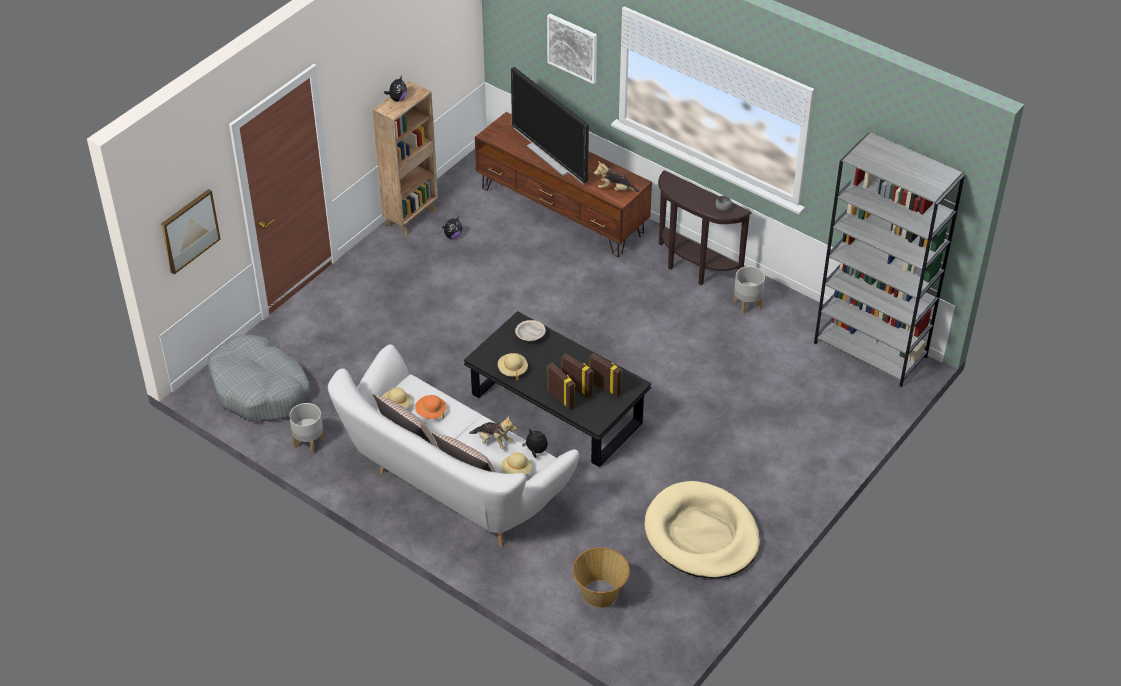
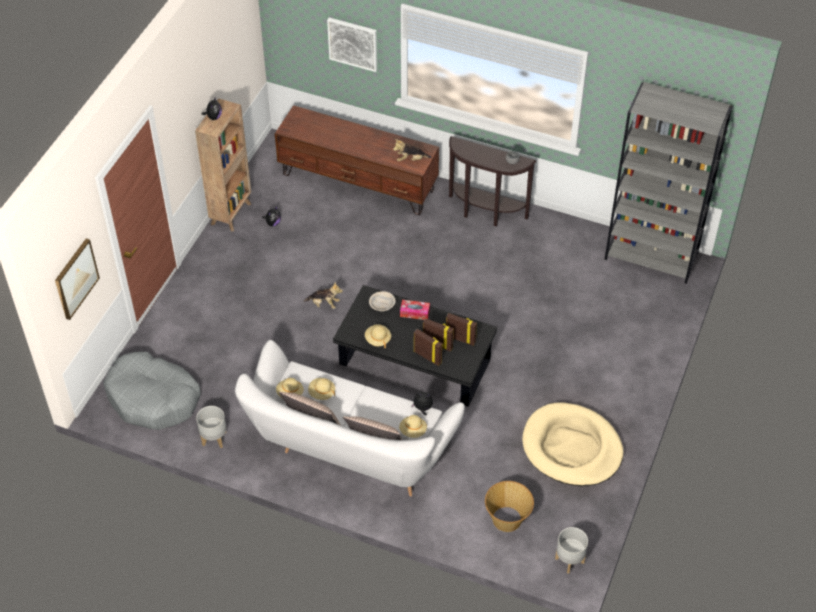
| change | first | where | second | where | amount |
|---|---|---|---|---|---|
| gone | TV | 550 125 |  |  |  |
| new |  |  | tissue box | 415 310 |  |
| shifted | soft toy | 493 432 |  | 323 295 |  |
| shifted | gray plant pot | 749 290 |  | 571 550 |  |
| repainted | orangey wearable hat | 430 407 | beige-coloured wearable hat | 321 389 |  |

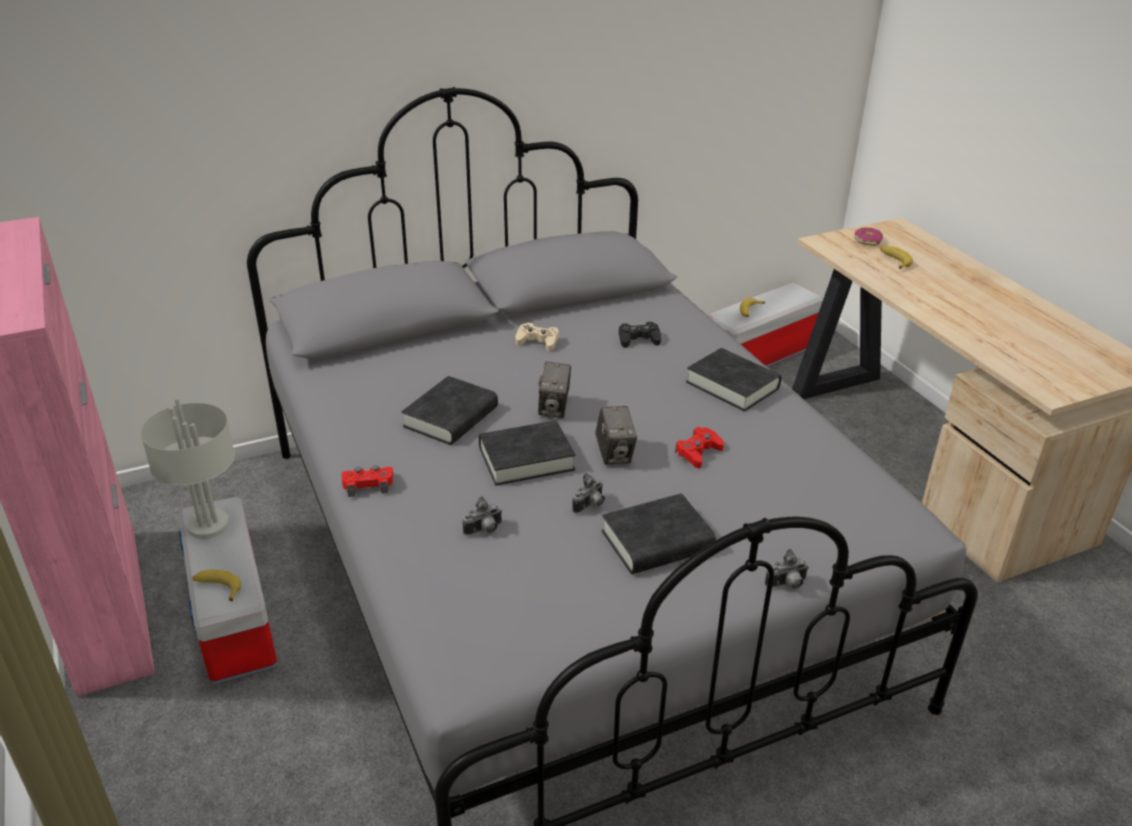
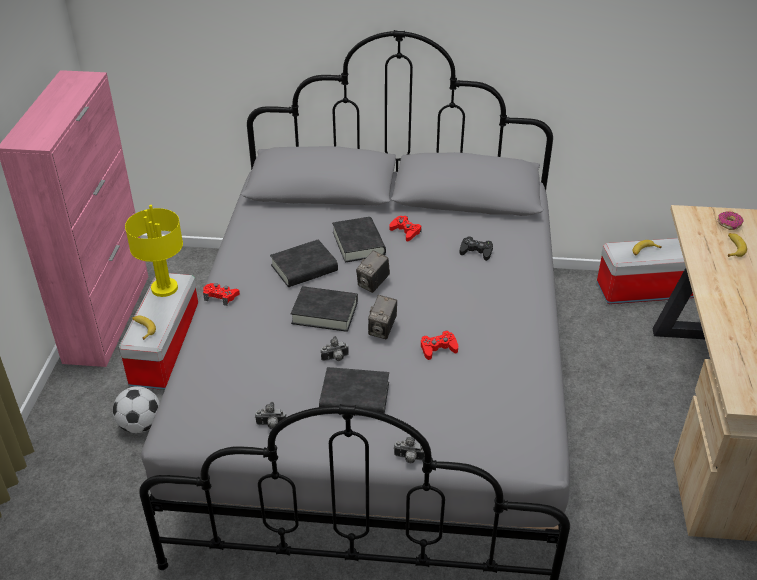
| change | first | where | second | where | amount |
|---|---|---|---|---|---|
| new |  |  | football ball | 136 409 |  |
| shifted | photo camera | 482 516 |  | 270 415 |  |
| shifted | black bound book | 733 379 |  | 359 240 |  |
| repainted | gray table lamp | 187 468 | yellowish table lamp | 154 251 |  |
| repainted | beige-coloured game controller | 537 337 | reddish game controller | 405 228 |  |

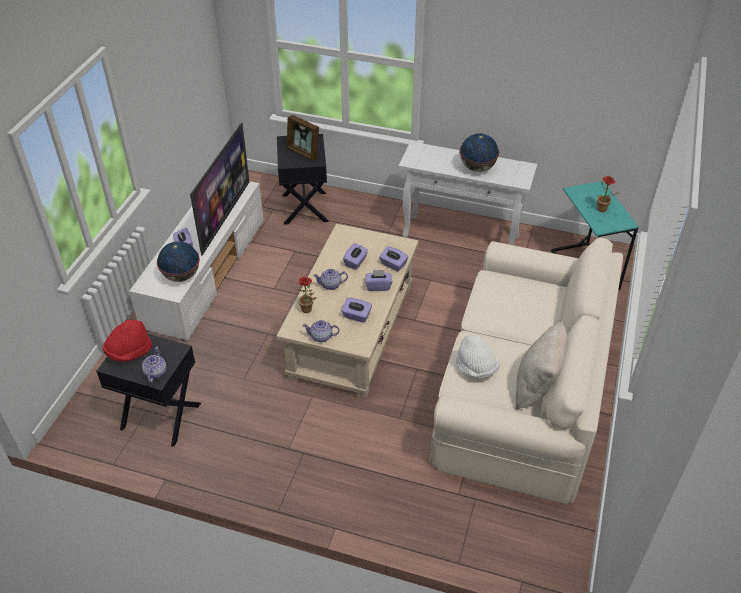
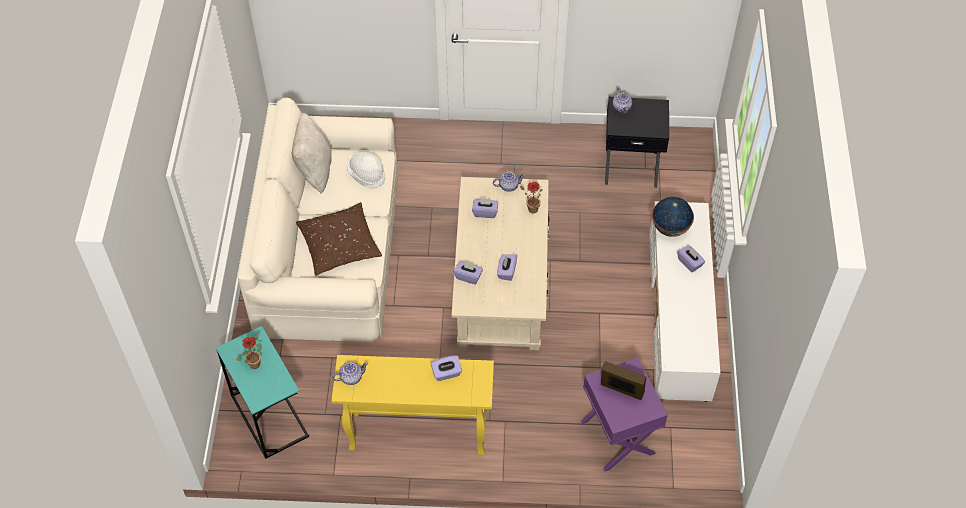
| change | first | where | second | where | amount |
|---|---|---|---|---|---|
| gone | reddish wearable hat | 127 340 |  |  |  |
| gone | TV | 219 189 |  |  |  |
| gone | globe | 479 152 |  |  |  |
| new |  |  | brownish pillow | 339 239 |  |
| shifted | teapot | 330 279 |  | 350 373 |  |
| shifted | purple-coloured tissue box | 378 280 |  | 446 368 |  |
| repainted | black end table | 303 179 | purple-coloured end table | 624 415 |  |
| repainted | whitish narrow table | 467 193 | yellowish narrow table | 413 405 |  |

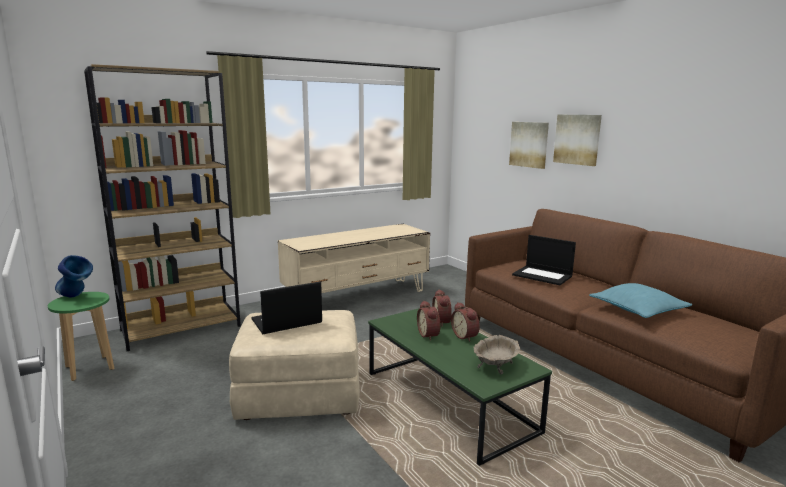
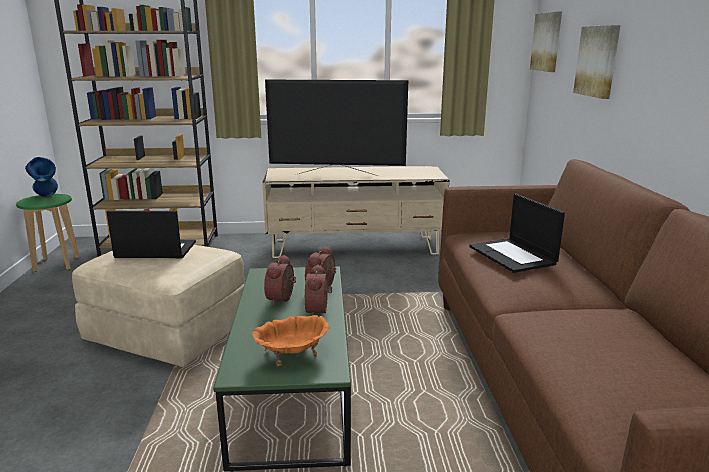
| change | first | where | second | where | amount |
|---|---|---|---|---|---|
| gone | blue-green pillow | 640 300 |  |  |  |
| new |  |  | TV | 336 128 |  |
| shifted | picture | 577 140 |  | 546 42 |  |
| repainted | beige-coloured serving bowl | 497 355 | orangey serving bowl | 291 340 |  |

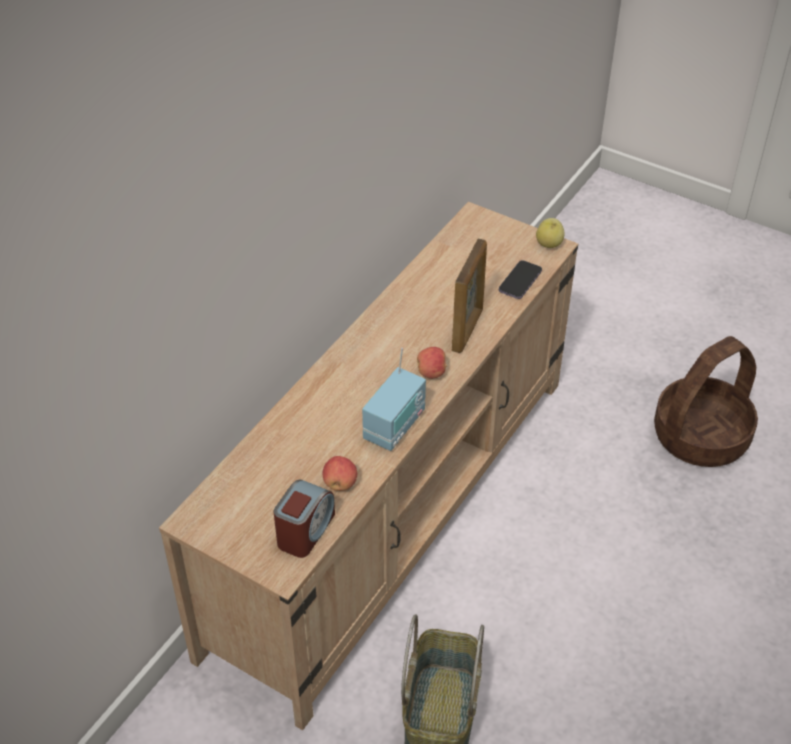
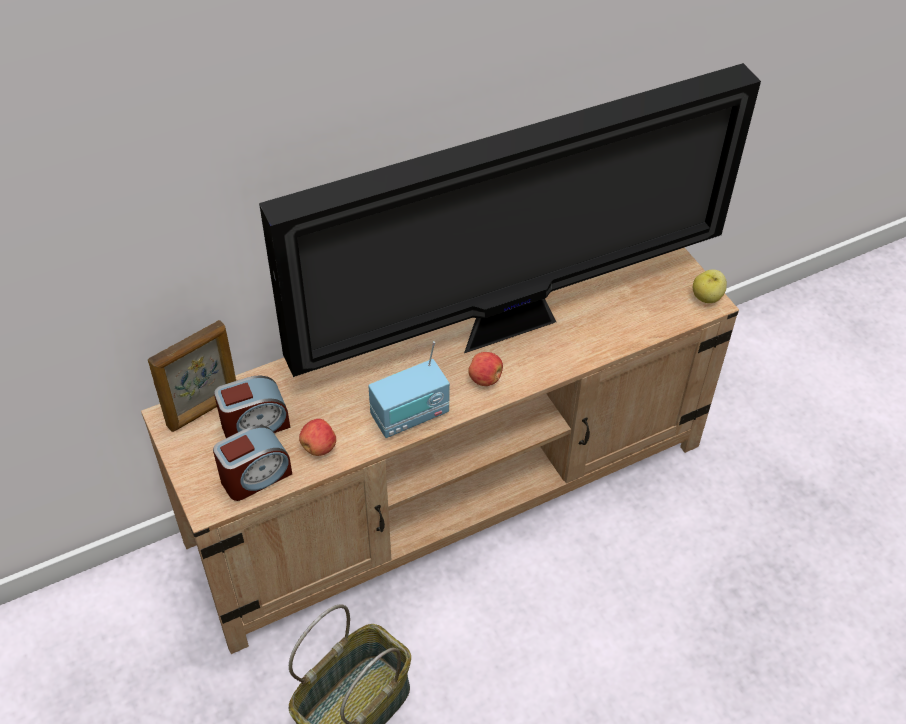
| change | first | where | second | where | amount |
|---|---|---|---|---|---|
| gone | phone | 520 279 |  |  |  |
| gone | household basket | 706 401 |  |  |  |
| new |  |  | table clock | 252 407 |  |
| new |  |  | TV | 510 220 |  |
| shifted | photo frame | 469 296 |  | 192 376 |  |

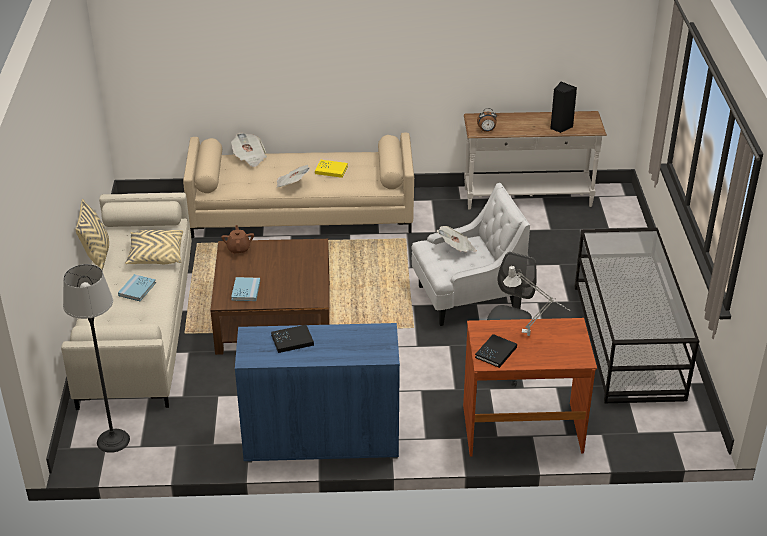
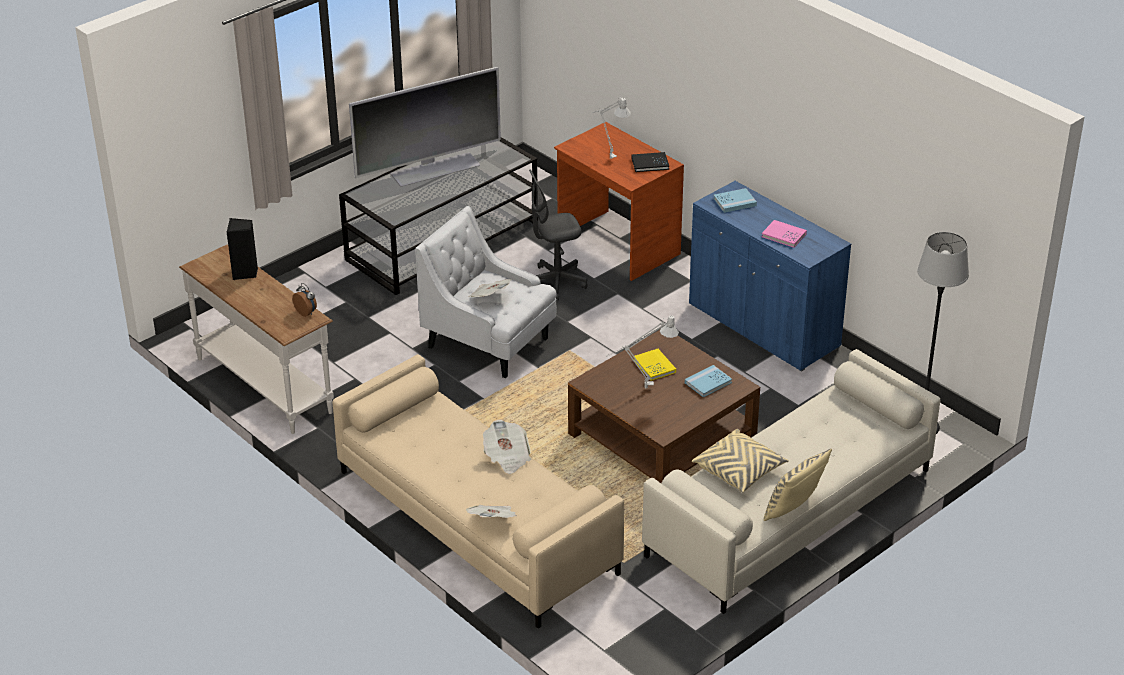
| change | first | where | second | where | amount |
|---|---|---|---|---|---|
| gone | brownish teapot | 237 239 |  |  |  |
| new |  |  | TV | 425 127 |  |
| new |  |  | gray table lamp | 642 352 |  |
| shifted | blue bound book | 137 287 |  | 735 200 |  |
| shifted | yellowish bound book | 331 169 |  | 654 365 |  |
| repainted | black bound book | 292 339 | pink bound book | 784 234 |  |

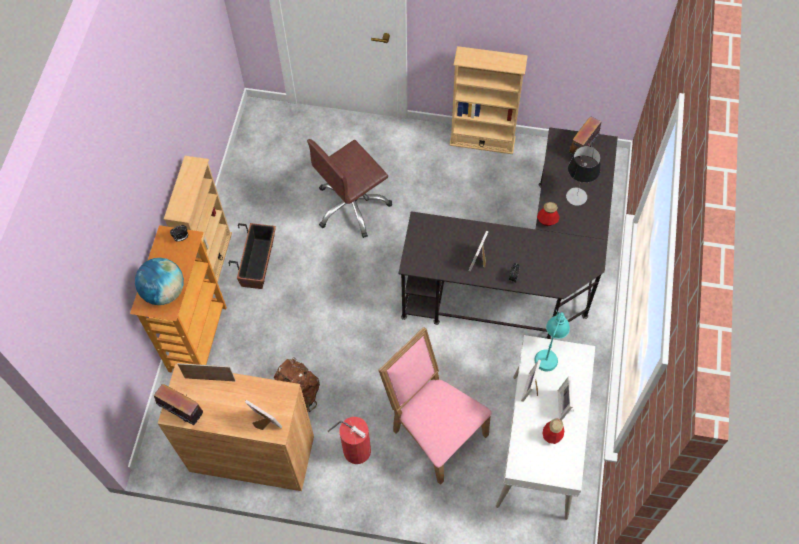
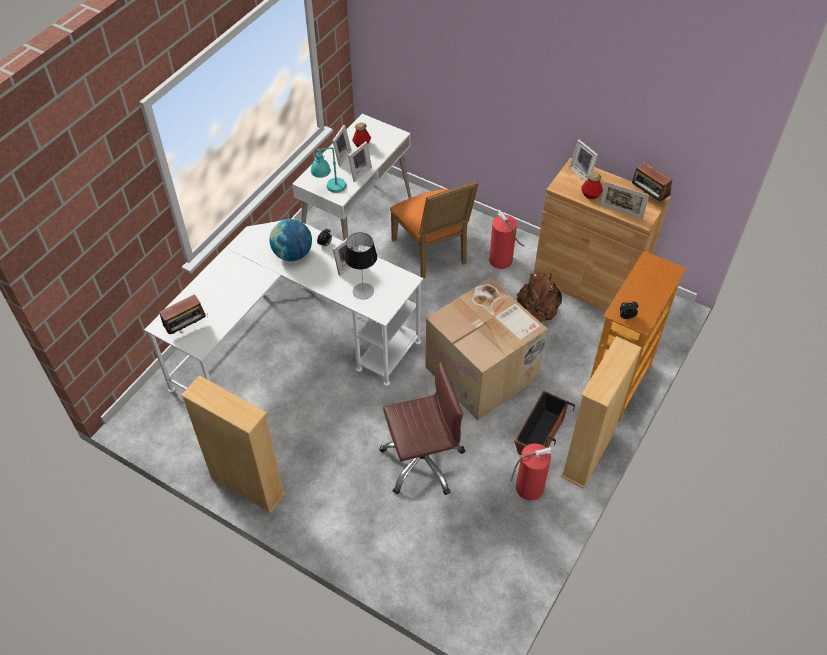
| change | first | where | second | where | amount |
|---|---|---|---|---|---|
| new |  |  | cardboard box | 486 349 |  |
| new |  |  | fire-fighting cylinder | 531 472 |  |
| shifted | globe | 159 281 |  | 290 240 |  |
| shifted | bottle | 548 214 |  | 592 185 |  |
| shifted | table lamp | 583 176 |  | 360 265 |  |
| repainted | pink plain chair | 435 406 | orangey plain chair | 434 229 |  |
| repainted | black desk unit | 508 233 | whitish desk unit | 284 305 |  |

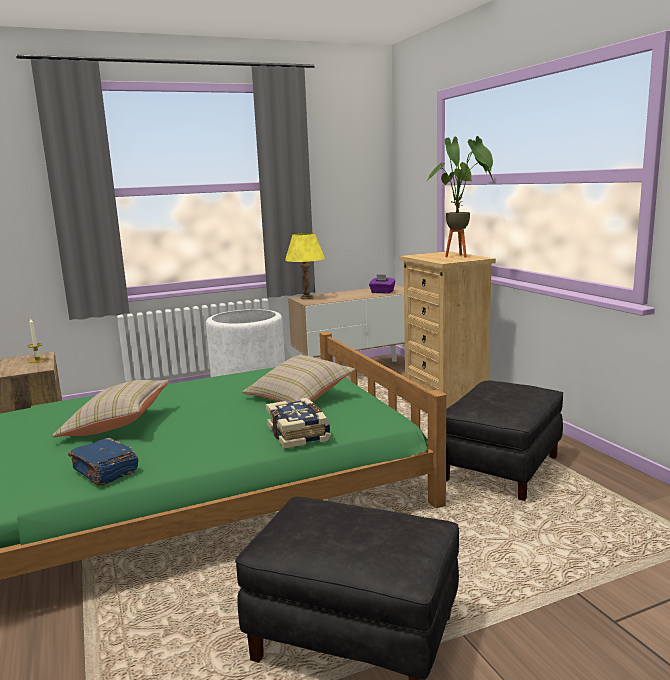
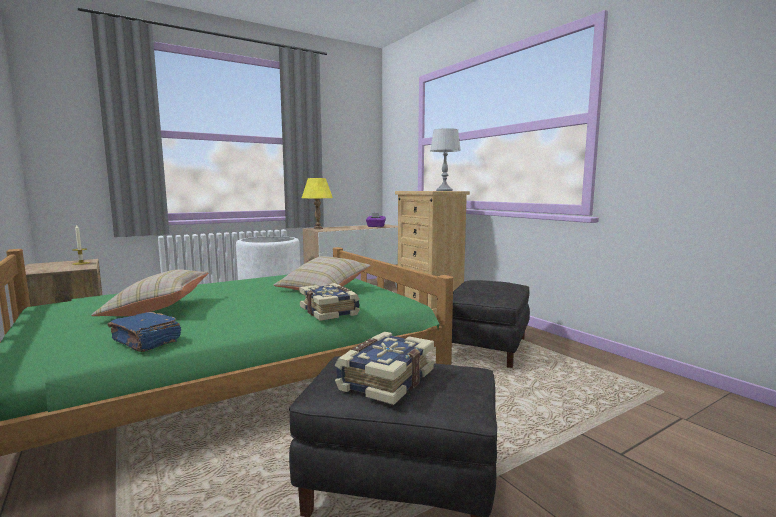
| change | first | where | second | where | amount |
|---|---|---|---|---|---|
| new |  |  | bound book | 384 368 |  |
| swapped | houseplant | 460 197 | gray table lamp | 445 159 |  |

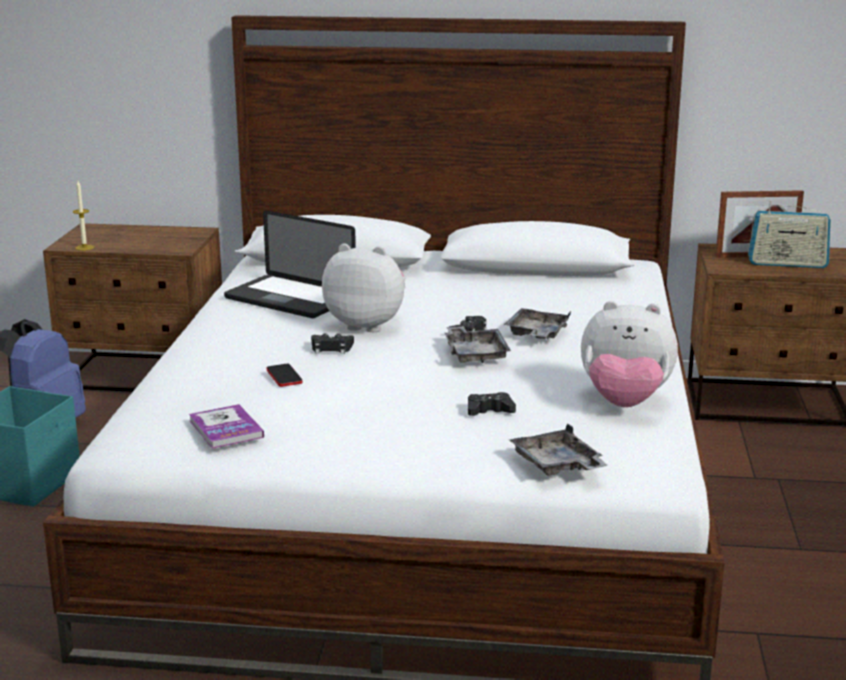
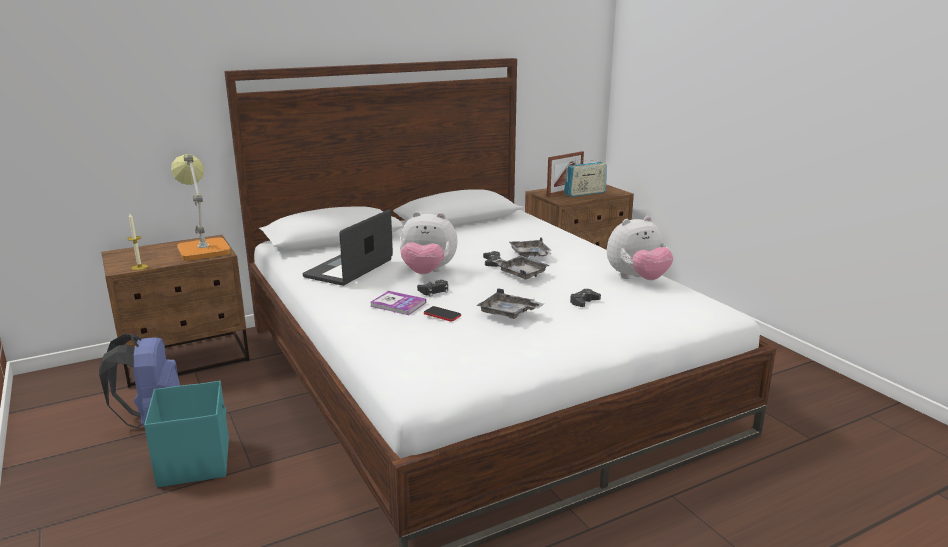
| change | first | where | second | where | amount |
|---|---|---|---|---|---|
| new |  |  | table lamp | 201 207 |  |
| shifted | bound book | 226 426 |  | 398 303 |  |
| shifted | gray carrying tray | 558 449 |  | 510 303 |  |
| rotated | notebook computer | 290 264 |  | 348 247 | 120 degrees clockwise |
| rotated | soft toy | 364 287 |  | 429 242 | 150 degrees counterclockwise |

